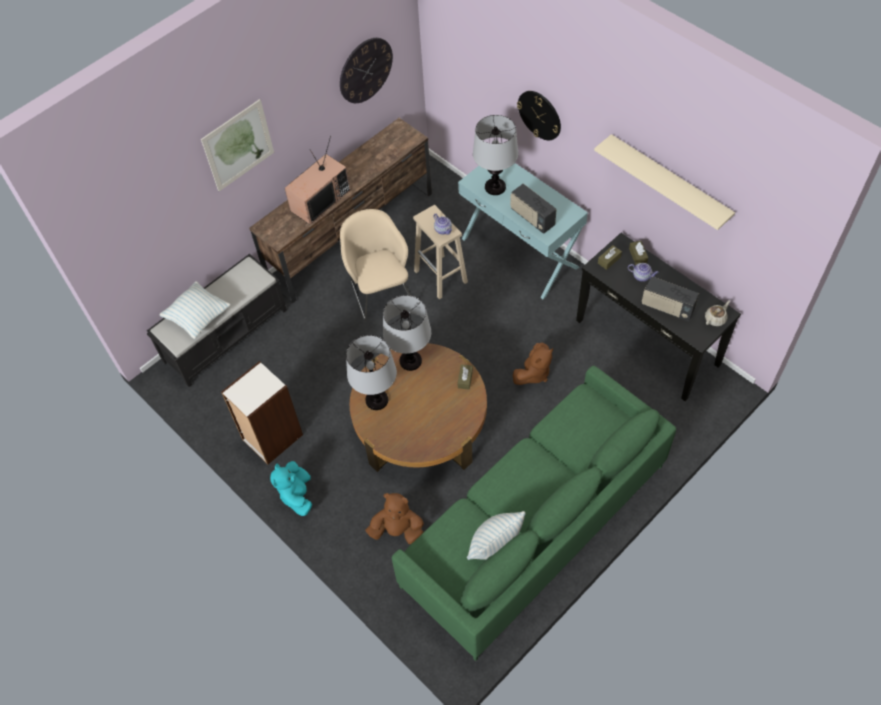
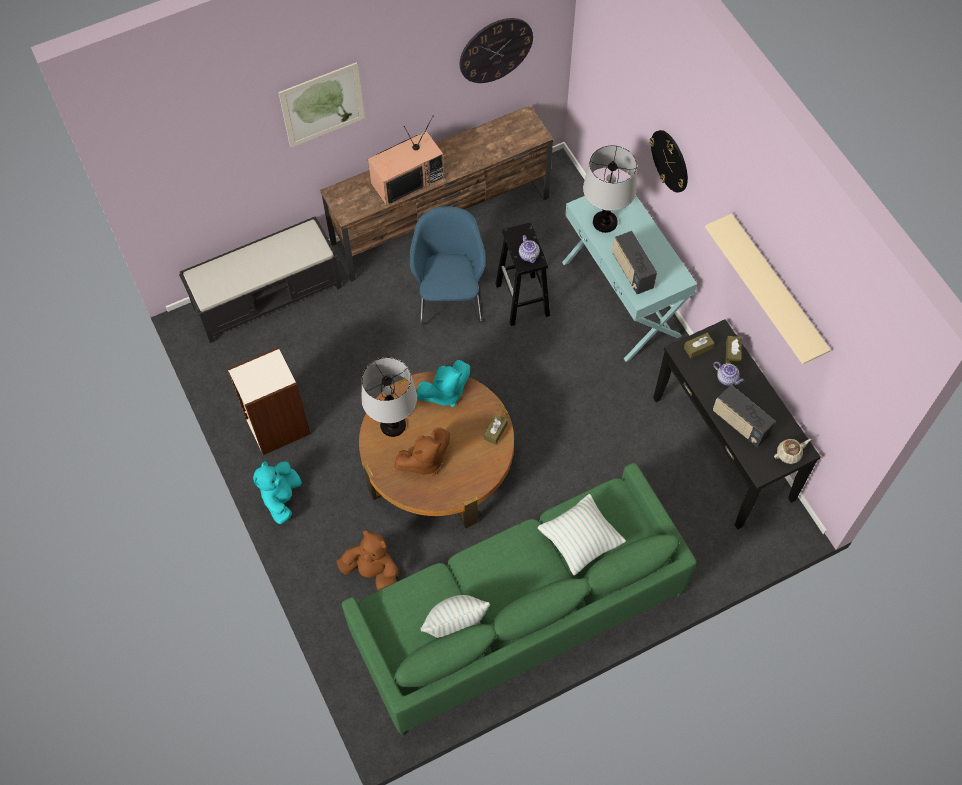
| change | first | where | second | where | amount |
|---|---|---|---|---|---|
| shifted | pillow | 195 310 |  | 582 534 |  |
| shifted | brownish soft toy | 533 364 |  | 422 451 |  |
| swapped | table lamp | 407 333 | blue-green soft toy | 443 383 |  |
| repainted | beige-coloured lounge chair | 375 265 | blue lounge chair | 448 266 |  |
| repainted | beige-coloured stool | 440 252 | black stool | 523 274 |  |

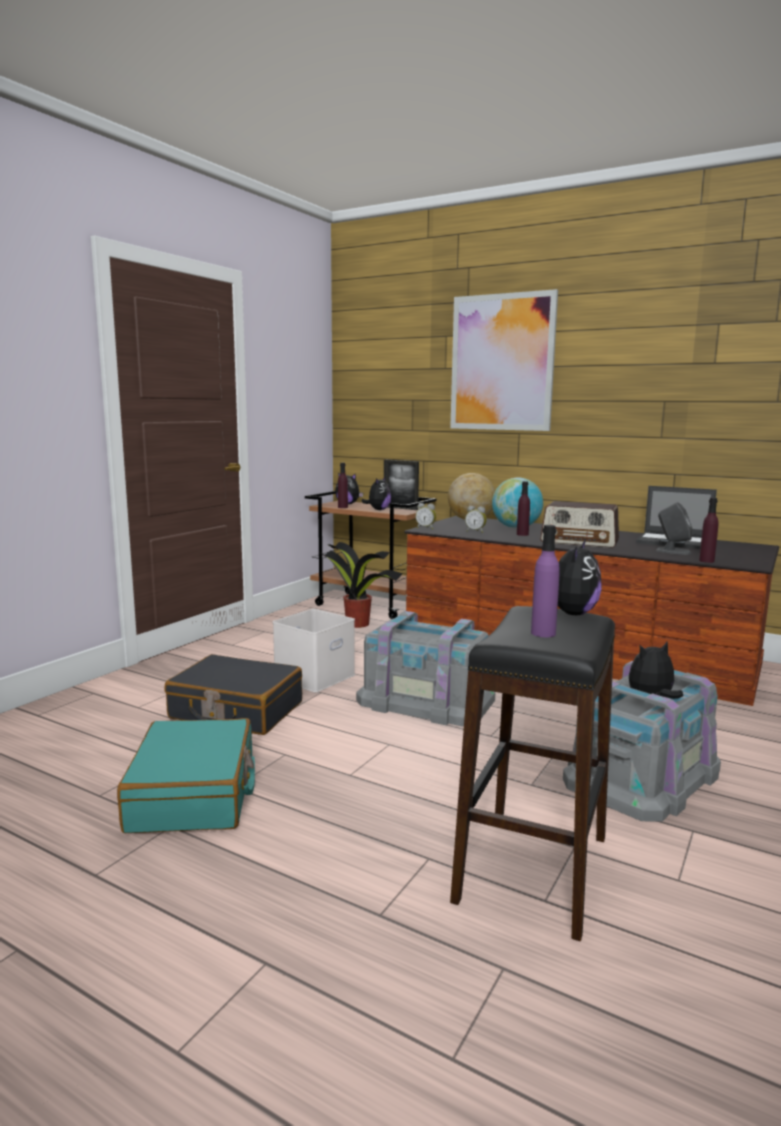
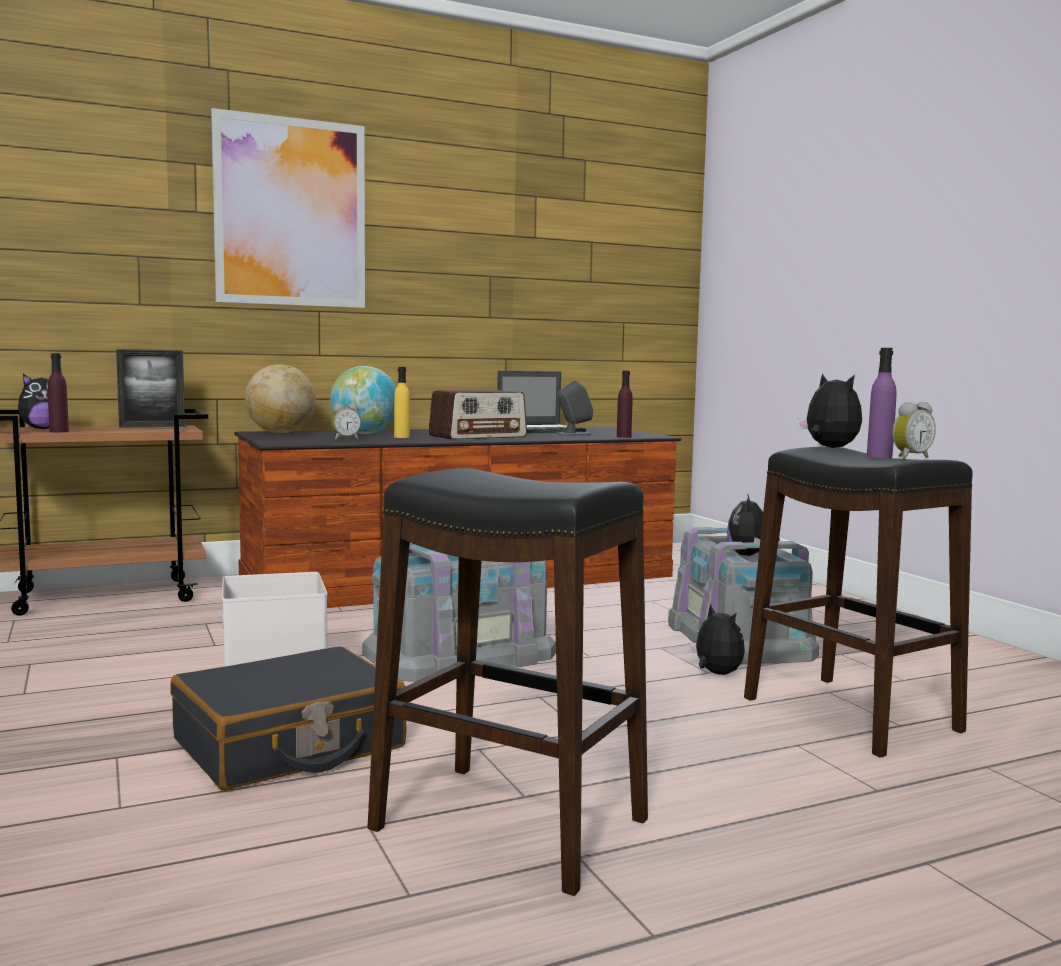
| change | first | where | second | where | amount |
|---|---|---|---|---|---|
| gone | houseplant | 360 585 |  |  |  |
| shifted | soft toy | 376 493 |  | 716 639 |  |
| shifted | table clock | 425 516 |  | 914 430 |  |
| swapped | blue-green travel case | 186 775 | black stool | 507 682 |  |
| repainted | purple-coloured bottle | 523 508 | yellowish bottle | 402 402 |  |

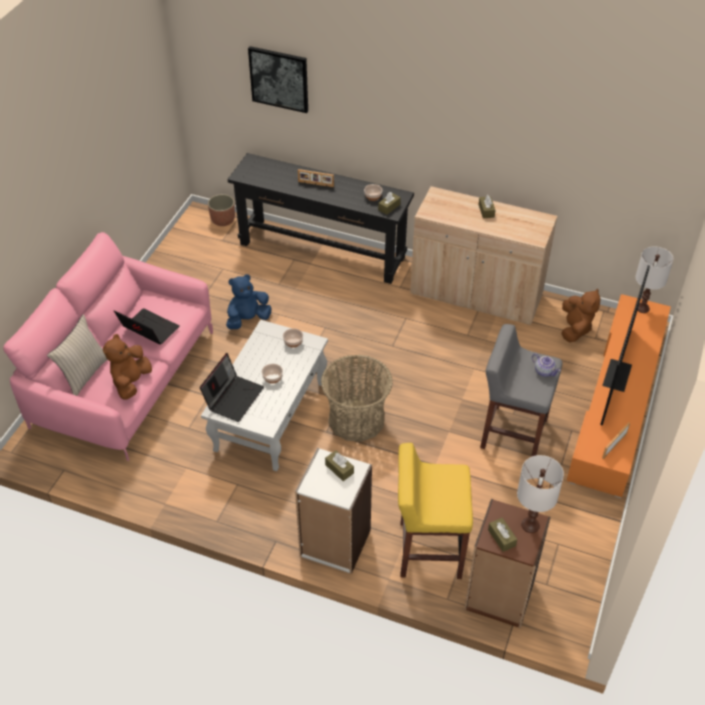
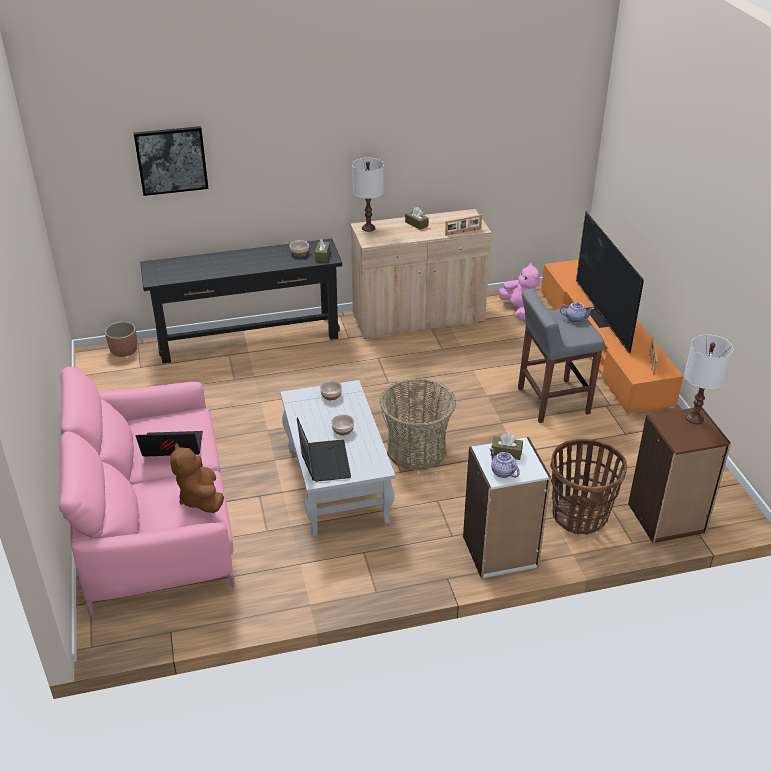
| change | first | where | second | where | amount |
|---|---|---|---|---|---|
| gone | beige-coloured pillow | 77 355 |  |  |  |
| gone | blue soft toy | 249 301 |  |  |  |
| gone | brownish tissue box | 502 535 |  |  |  |
| new |  |  | teapot | 505 463 |  |
| shifted | photo frame | 316 178 |  | 463 225 |  |
| shifted | whitish table lamp | 654 279 |  | 368 195 |  |
| swapped | yellowish stool | 435 511 | household basket | 588 487 |  |
| repainted | brownish soft toy | 581 315 | pink soft toy | 519 291 |  |

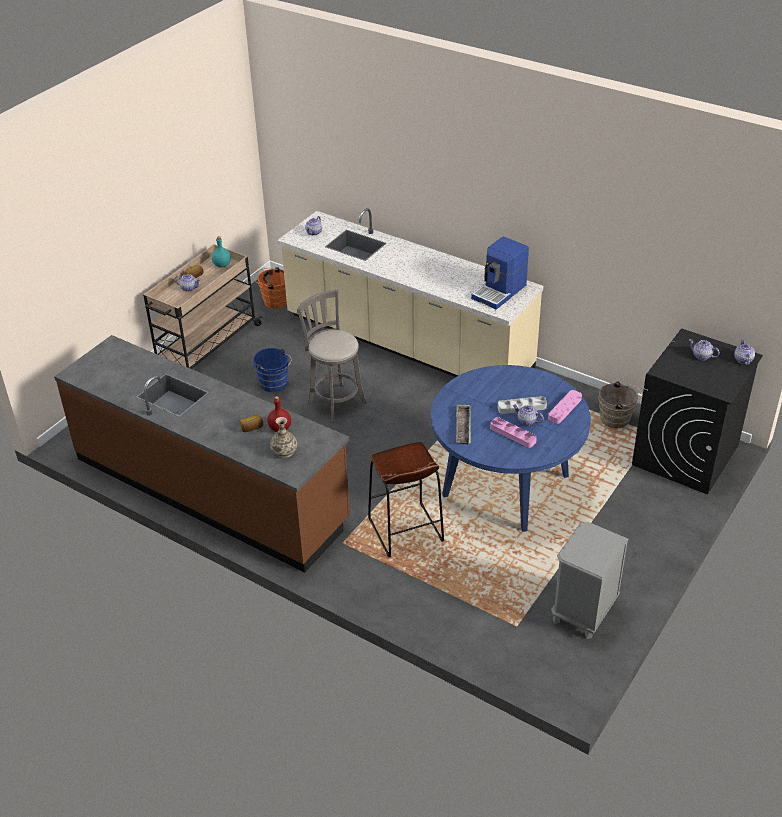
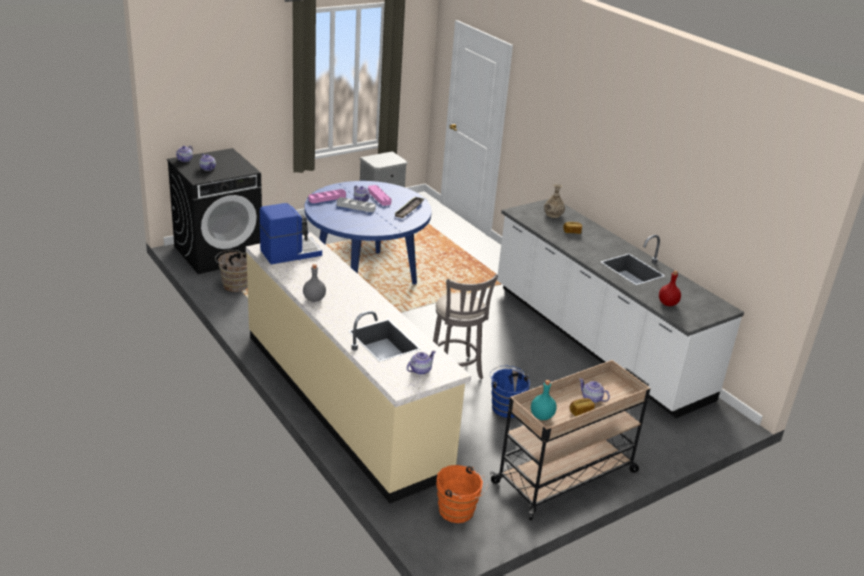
| change | first | where | second | where | amount |
|---|---|---|---|---|---|
| gone | brownish stool | 406 499 |  |  |  |
| new |  |  | gray bottle | 314 283 |  |
| shifted | reddish bottle | 279 414 |  | 670 288 |  |
| repainted | brownish kitchen base unit | 202 453 | whitish kitchen base unit | 620 308 |  |

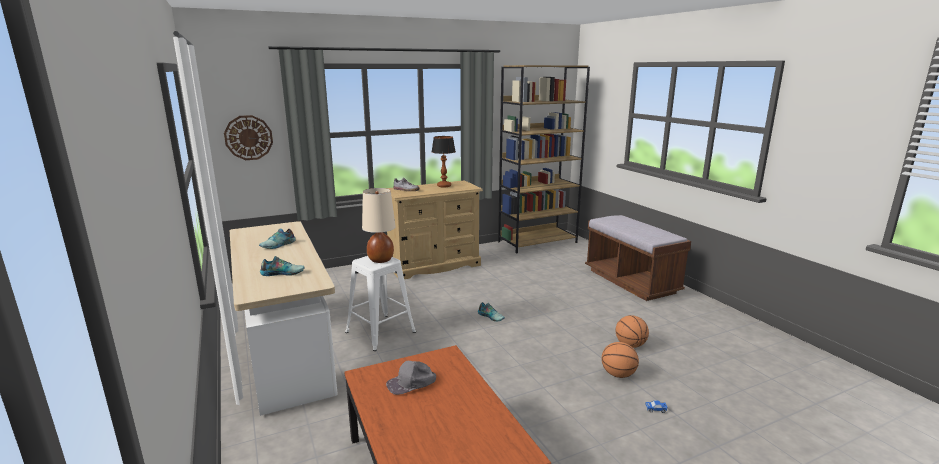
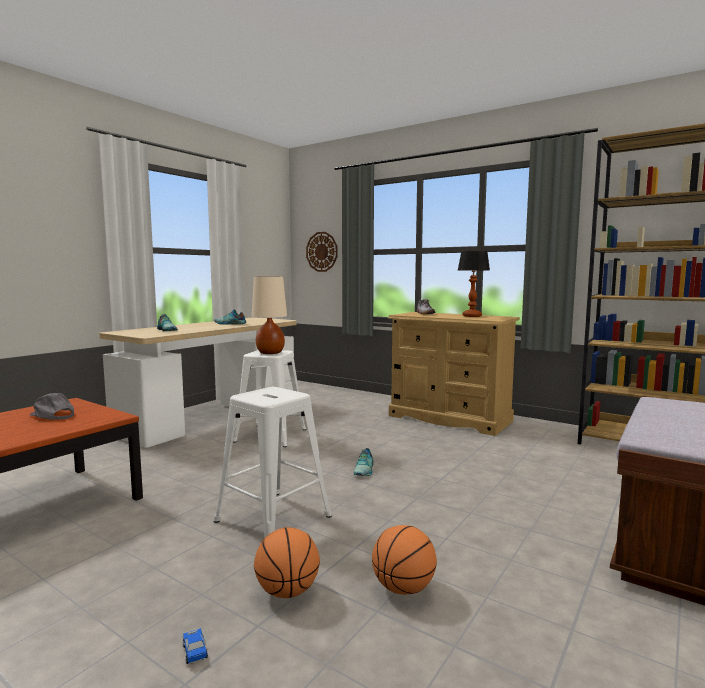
| change | first | where | second | where | amount |
|---|---|---|---|---|---|
| new |  |  | whitish stool | 273 462 |  |

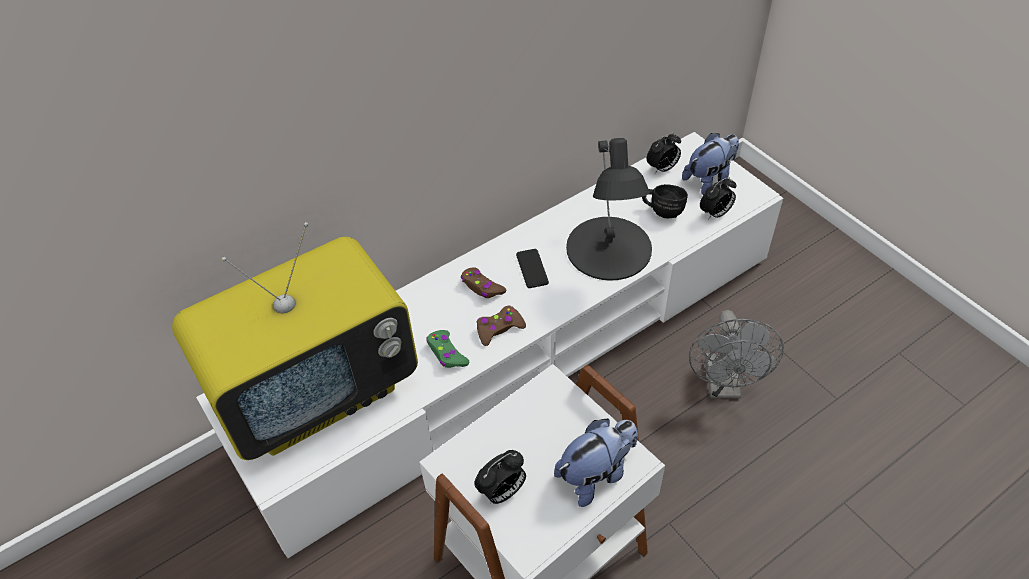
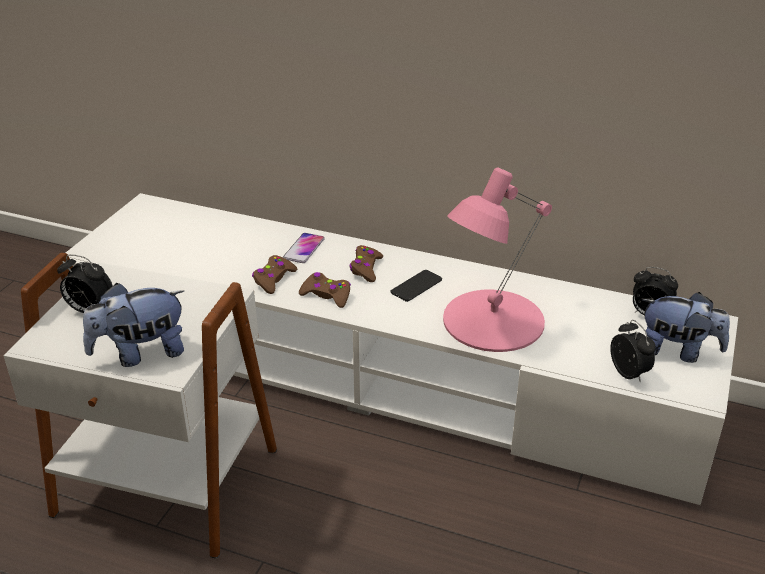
| change | first | where | second | where | amount |
|---|---|---|---|---|---|
| gone | TV | 295 341 |  |  |  |
| gone | black coffee mug | 665 201 |  |  |  |
| gone | gray electric fan | 736 354 |  |  |  |
| new |  |  | phone | 304 248 |  |
| repainted | green-coloured game controller | 447 349 | brownish game controller | 274 274 |  |
| repainted | black table lamp | 609 209 | pink table lamp | 497 259 |  |
| rotated | soft toy | 596 463 |  | 133 325 | 135 degrees clockwise |
| rotated | table clock | 718 198 |  | 633 351 | 135 degrees counterclockwise |

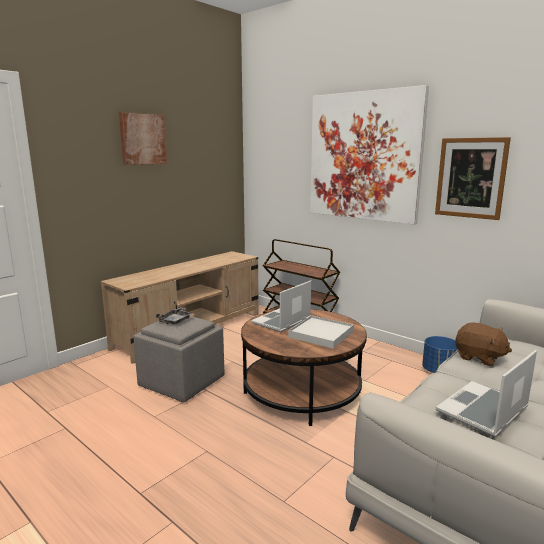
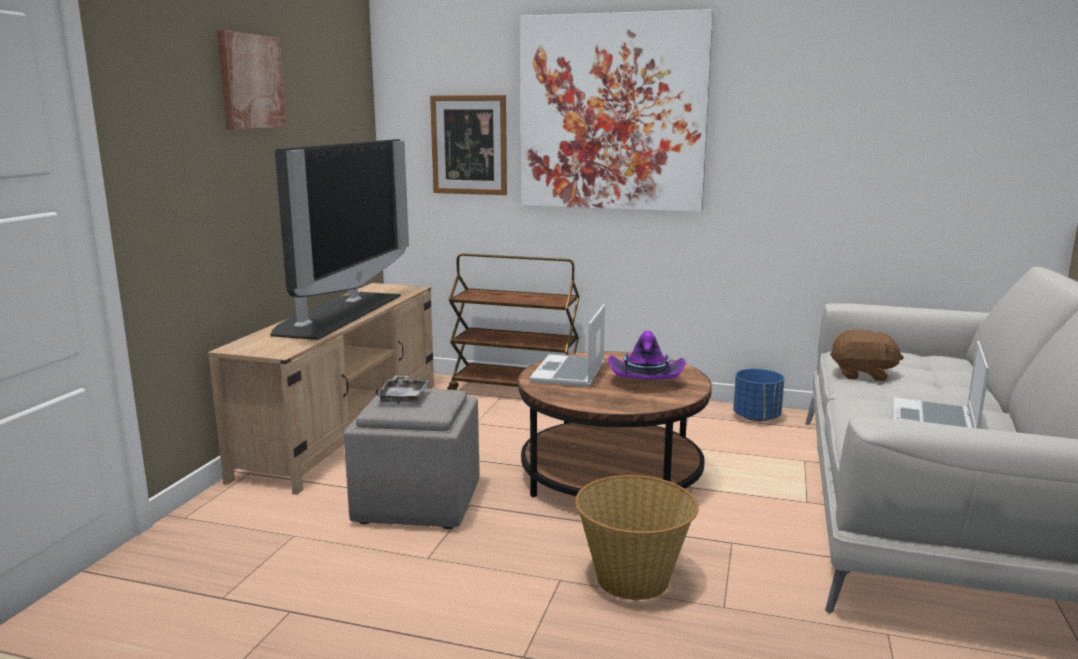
| change | first | where | second | where | amount |
|---|---|---|---|---|---|
| new |  |  | TV | 340 239 |  |
| new |  |  | household basket | 637 537 |  |
| shifted | picture | 473 178 |  | 468 145 |  |
| swapped | whitish carrying tray | 321 331 | purple-coloured wearable hat | 647 355 |  |

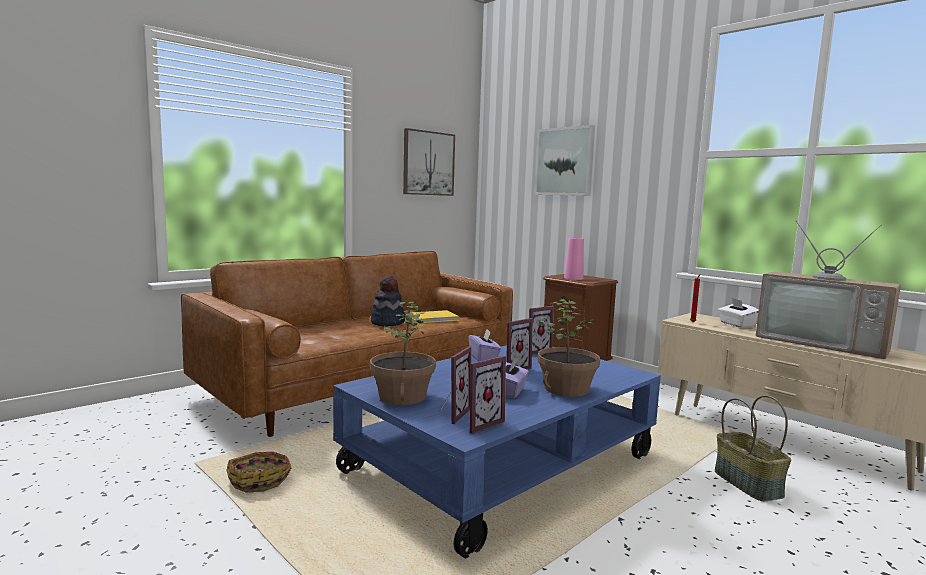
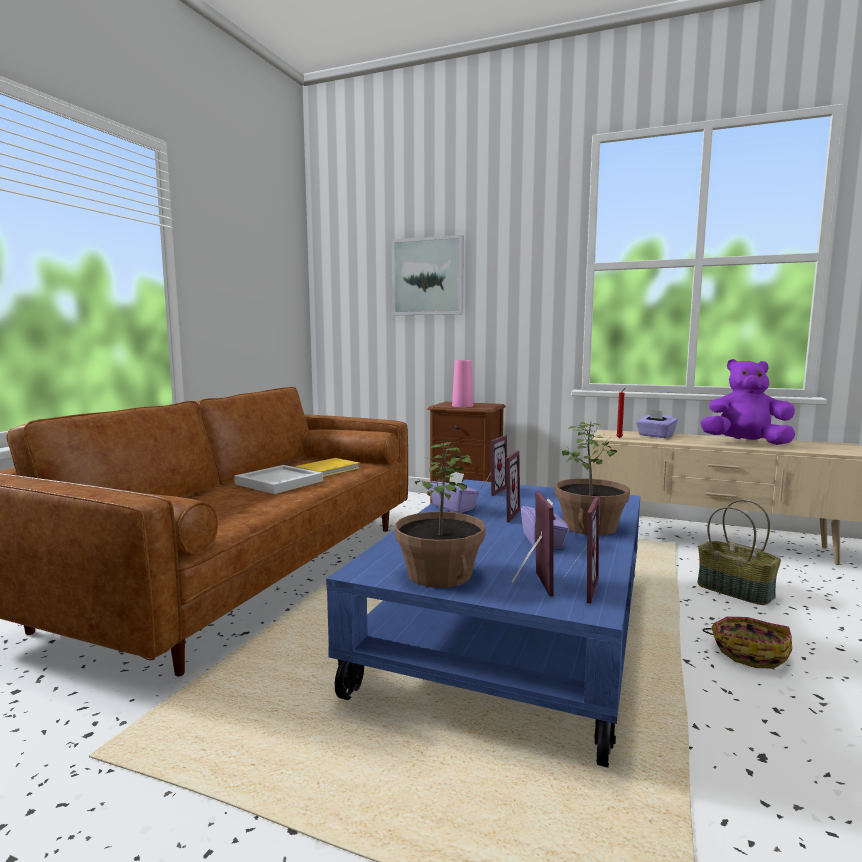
| change | first | where | second | where | amount |
|---|---|---|---|---|---|
| gone | picture | 429 162 |  |  |  |
| shifted | household basket | 259 472 |  | 747 643 |  |
| swapped | wearable hat | 388 301 | whitish carrying tray | 278 479 |  |
| swapped | TV | 828 290 | purple-coloured soft toy | 748 402 |  |
| repainted | whitish tissue box | 738 313 | purple-coloured tissue box | 657 423 |  |

